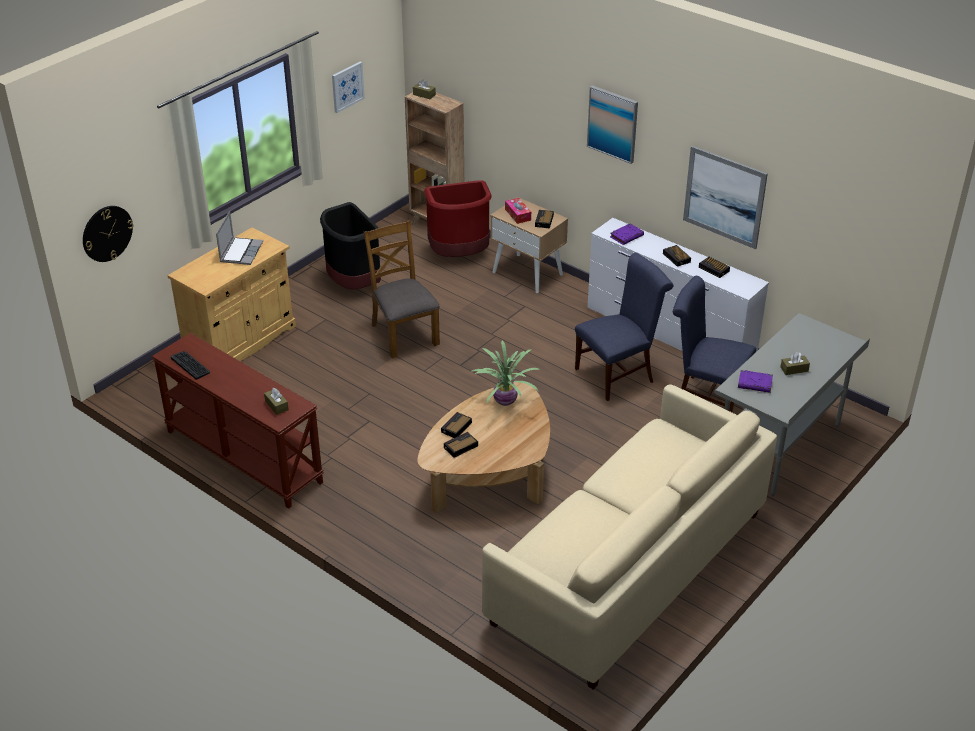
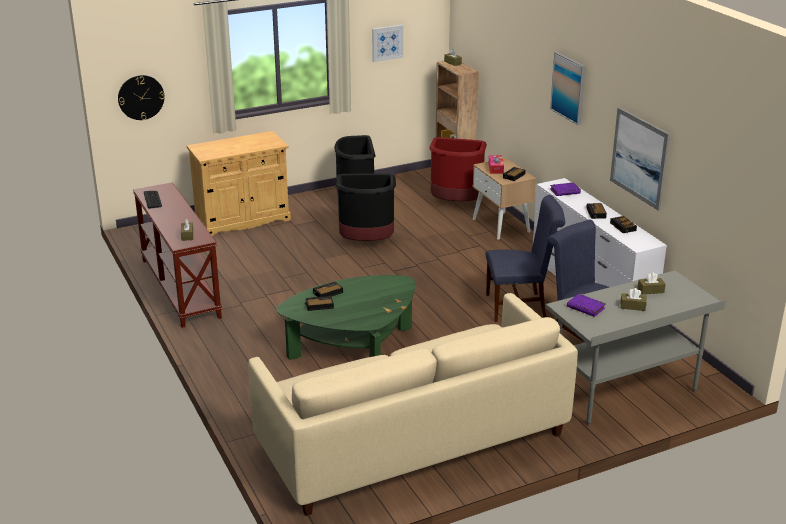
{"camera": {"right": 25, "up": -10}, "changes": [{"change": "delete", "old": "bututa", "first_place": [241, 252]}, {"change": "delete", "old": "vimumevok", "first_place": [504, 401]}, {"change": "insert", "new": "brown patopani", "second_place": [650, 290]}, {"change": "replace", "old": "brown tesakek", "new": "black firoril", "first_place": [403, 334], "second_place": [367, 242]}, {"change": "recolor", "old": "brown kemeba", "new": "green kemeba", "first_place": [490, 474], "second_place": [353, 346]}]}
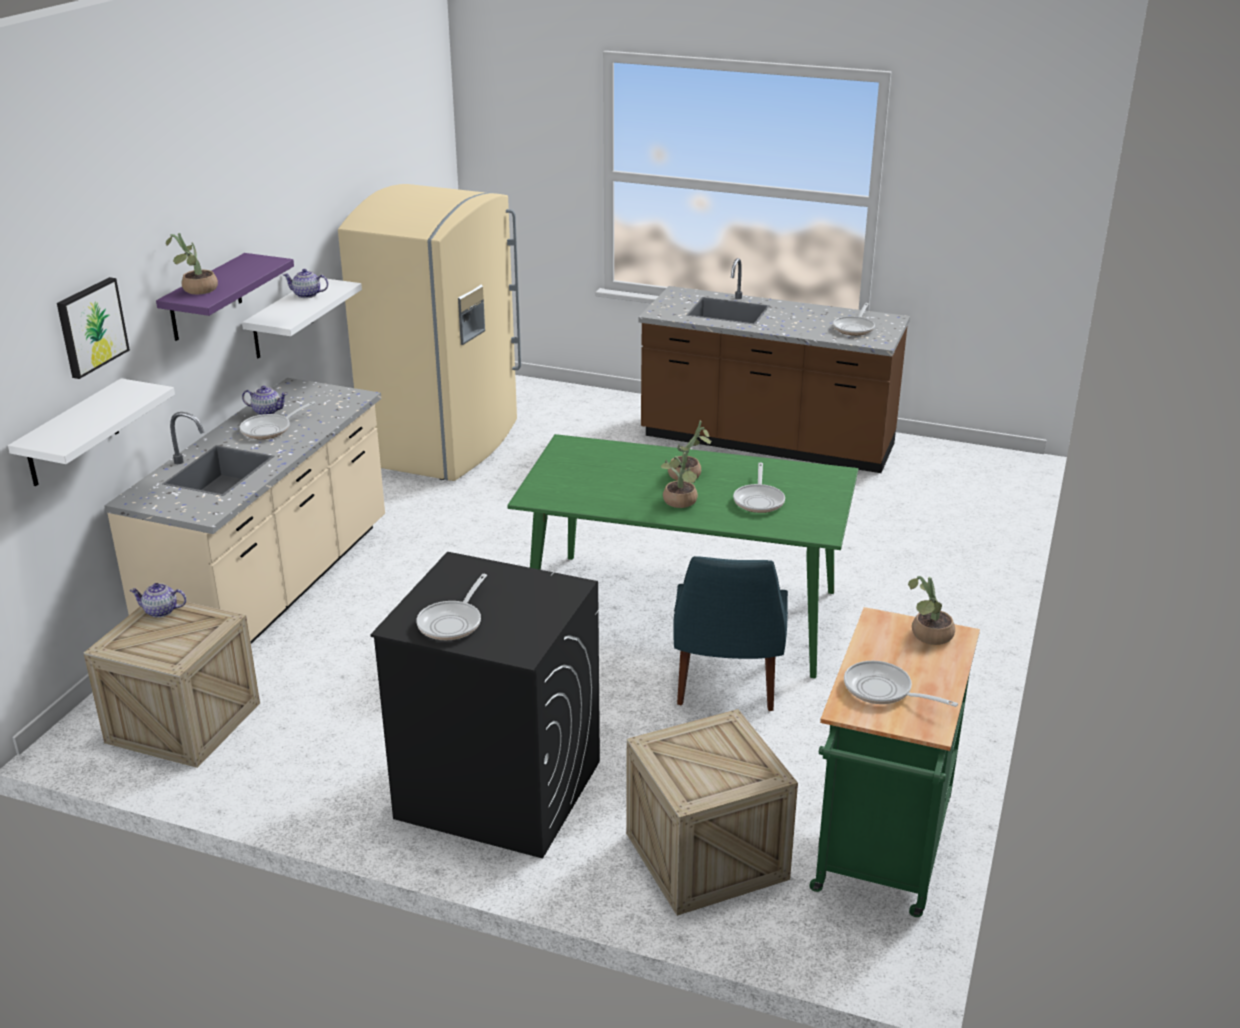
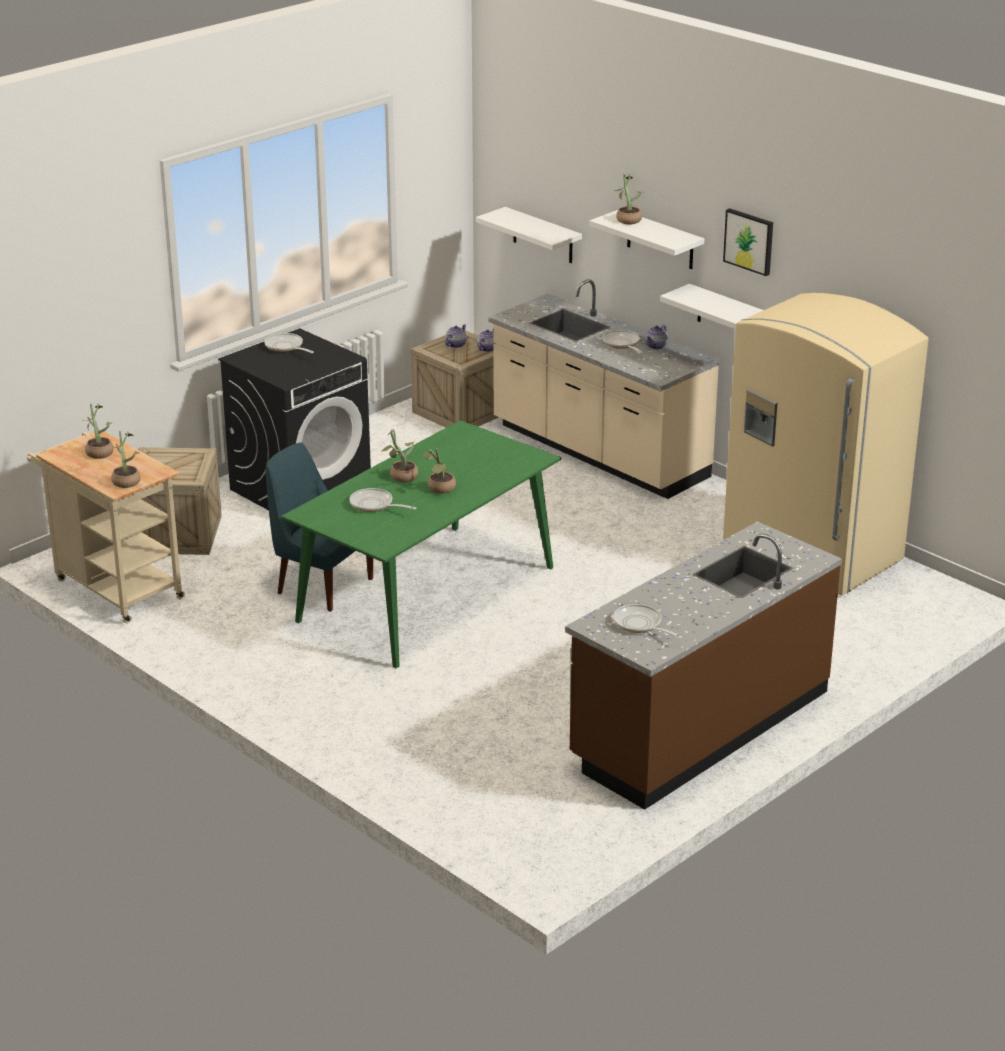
{"camera": {"right": 115, "up": 0}, "changes": [{"change": "move", "old": "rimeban", "first_place": [90, 327], "second_place": [749, 241]}, {"change": "move", "old": "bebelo", "first_place": [307, 295], "second_place": [455, 345]}, {"change": "replace", "old": "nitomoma", "new": "vimumevok", "first_place": [883, 691], "second_place": [99, 451]}, {"change": "recolor", "old": "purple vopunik", "new": "white vopunik", "first_place": [205, 298], "second_place": [660, 240]}, {"change": "recolor", "old": "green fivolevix", "new": "beige fivolevix", "first_place": [881, 855], "second_place": [114, 586]}]}
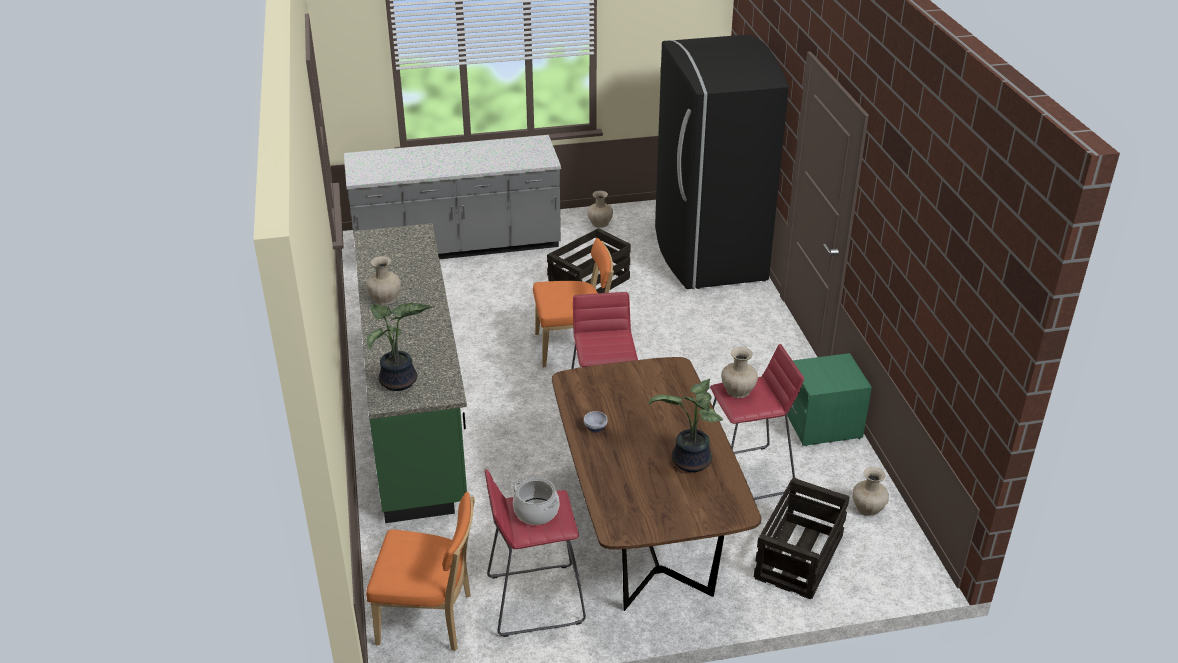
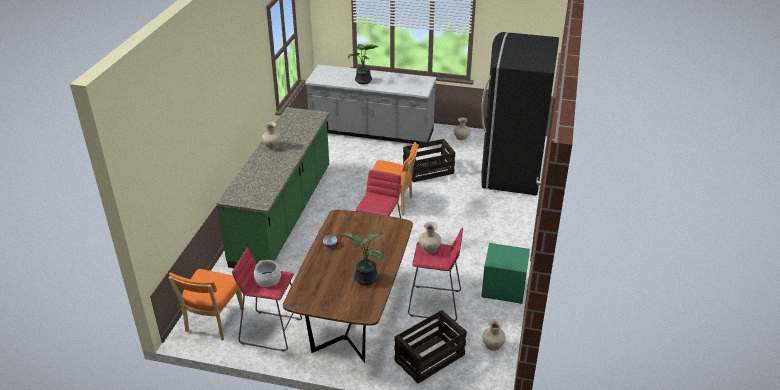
{"camera": {"right": 25, "up": 0}, "changes": [{"change": "move", "old": "vimumevok", "first_place": [399, 382], "second_place": [363, 81]}, {"change": "rotate", "old": "orange tesakek", "first_place": [430, 620], "second_place": [213, 322], "degrees": 75}]}
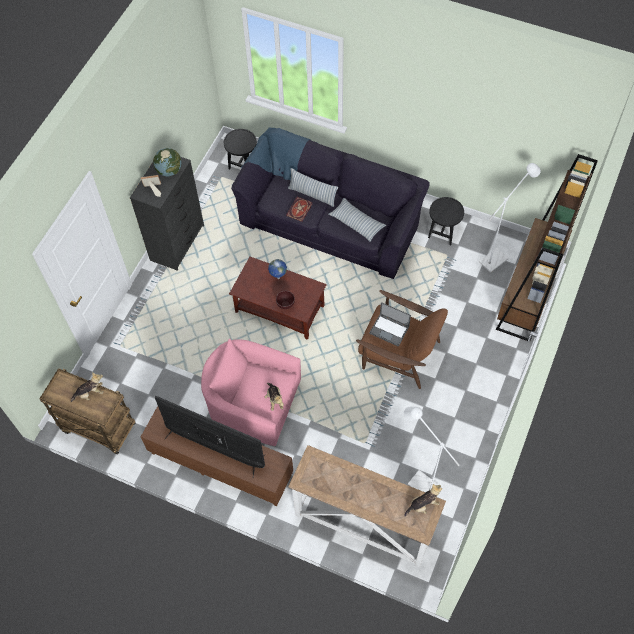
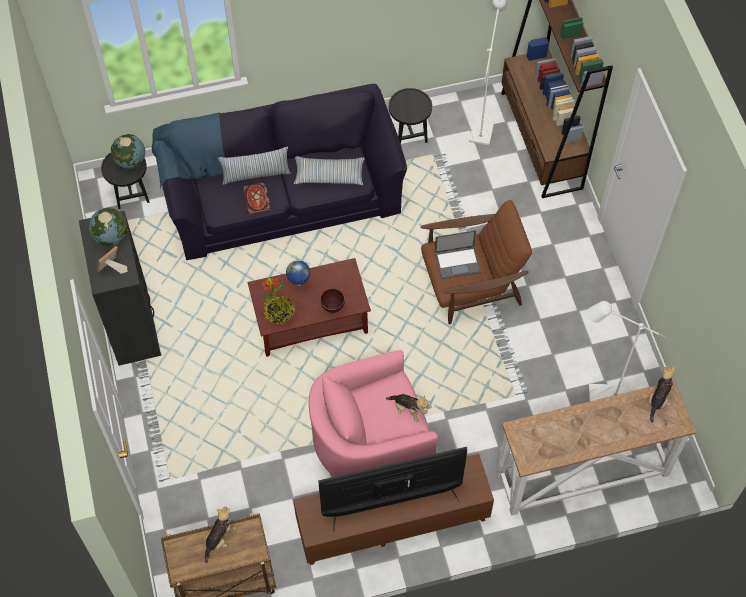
{"camera": {"right": -40, "up": 0}, "changes": [{"change": "insert", "new": "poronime", "second_place": [130, 161]}, {"change": "insert", "new": "vimumevok", "second_place": [279, 312]}]}
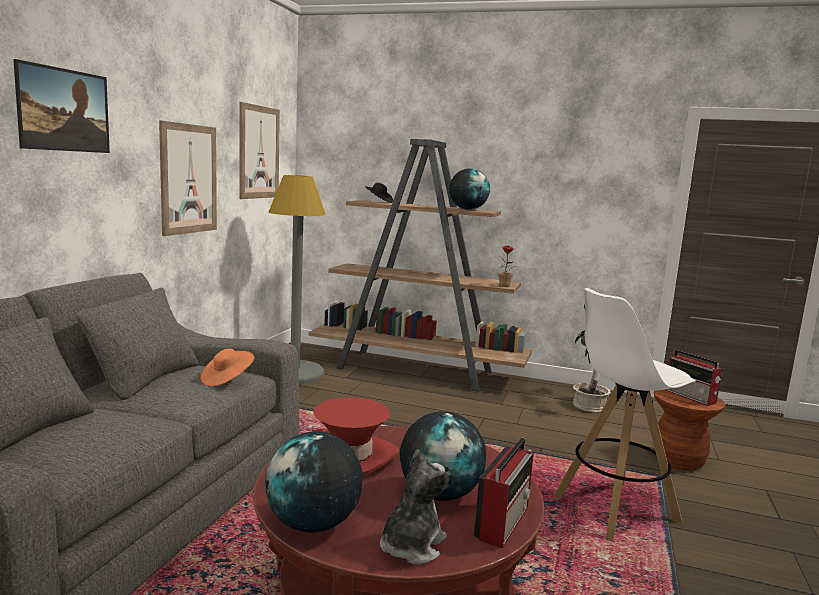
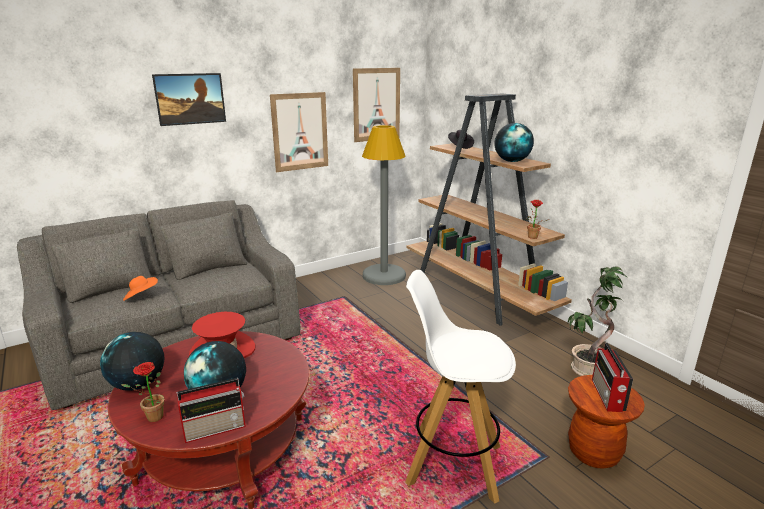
{"camera": {"right": 40, "up": 10}, "changes": [{"change": "move", "old": "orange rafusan", "first_place": [227, 380], "second_place": [141, 296]}, {"change": "replace", "old": "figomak", "new": "vimumevok", "first_place": [411, 546], "second_place": [151, 418]}]}
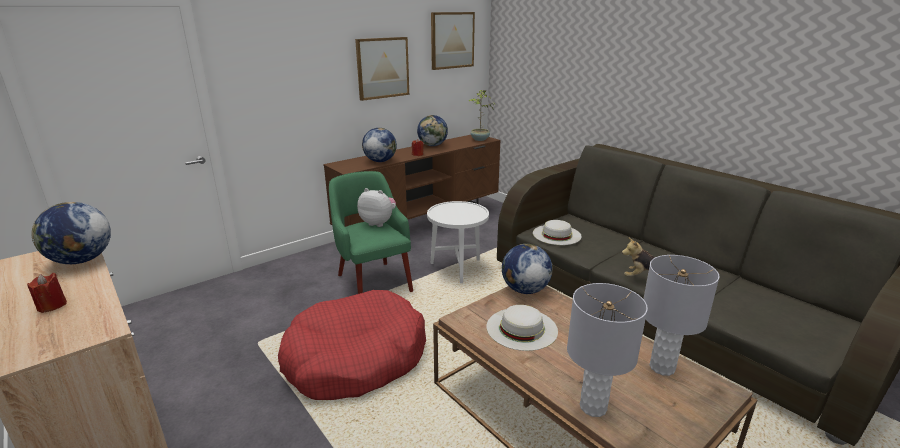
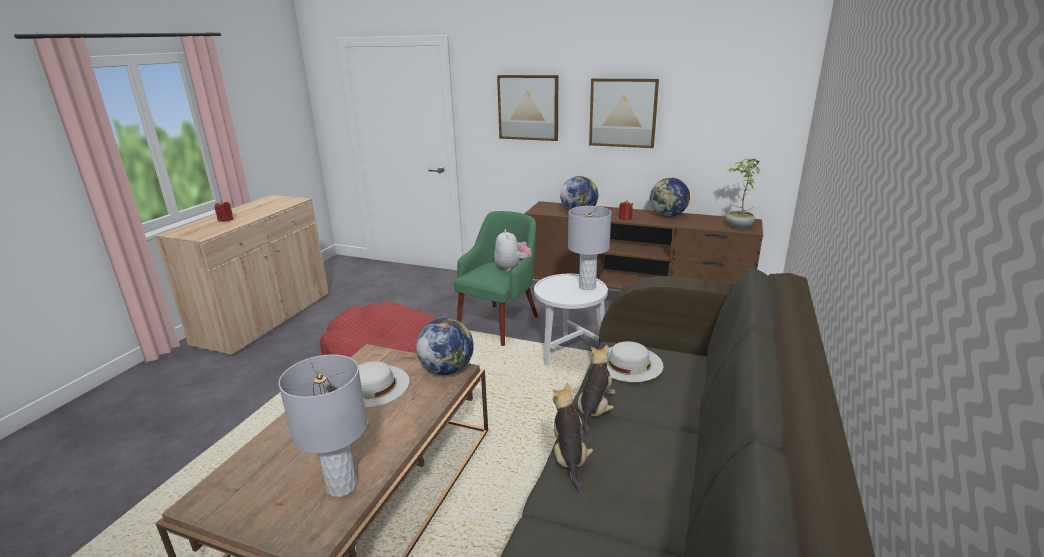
{"camera": {"right": 60, "up": 0}, "changes": [{"change": "delete", "old": "poronime", "first_place": [81, 260]}, {"change": "insert", "new": "figomak", "second_place": [595, 410]}, {"change": "move", "old": "rimeban", "first_place": [452, 40], "second_place": [528, 107]}, {"change": "move", "old": "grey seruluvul", "first_place": [593, 407], "second_place": [587, 287]}]}
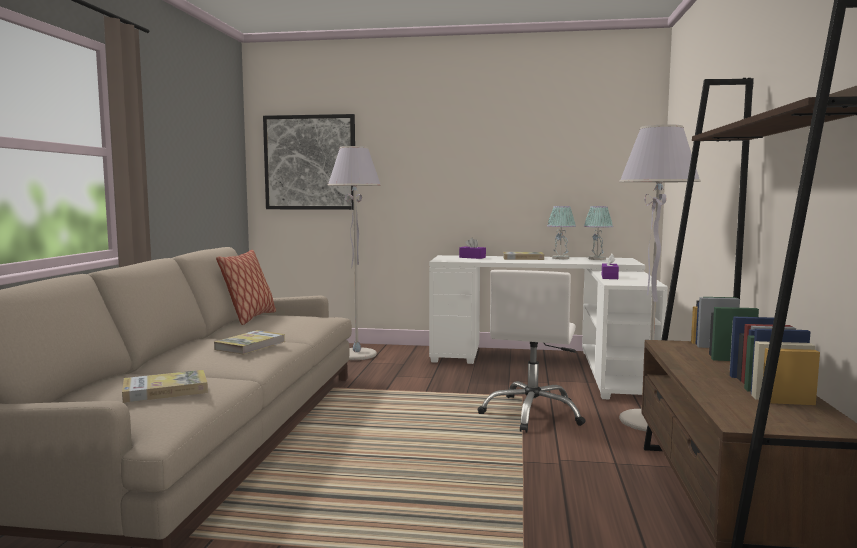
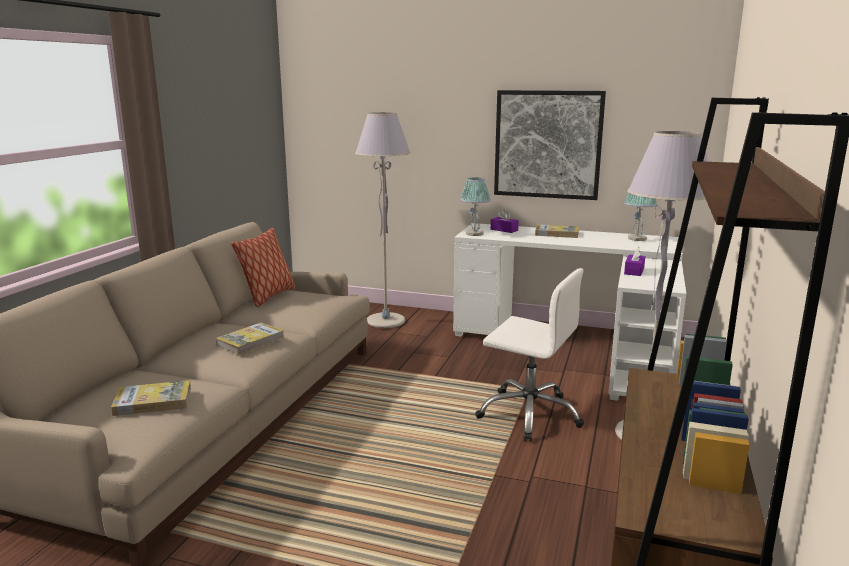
{"camera": {"right": 10, "up": 10}, "changes": [{"change": "move", "old": "rimeban", "first_place": [310, 162], "second_place": [547, 144]}, {"change": "move", "old": "seruluvul", "first_place": [560, 258], "second_place": [475, 234]}, {"change": "rotate", "old": "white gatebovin", "first_place": [532, 414], "second_place": [529, 414], "degrees": -90}]}
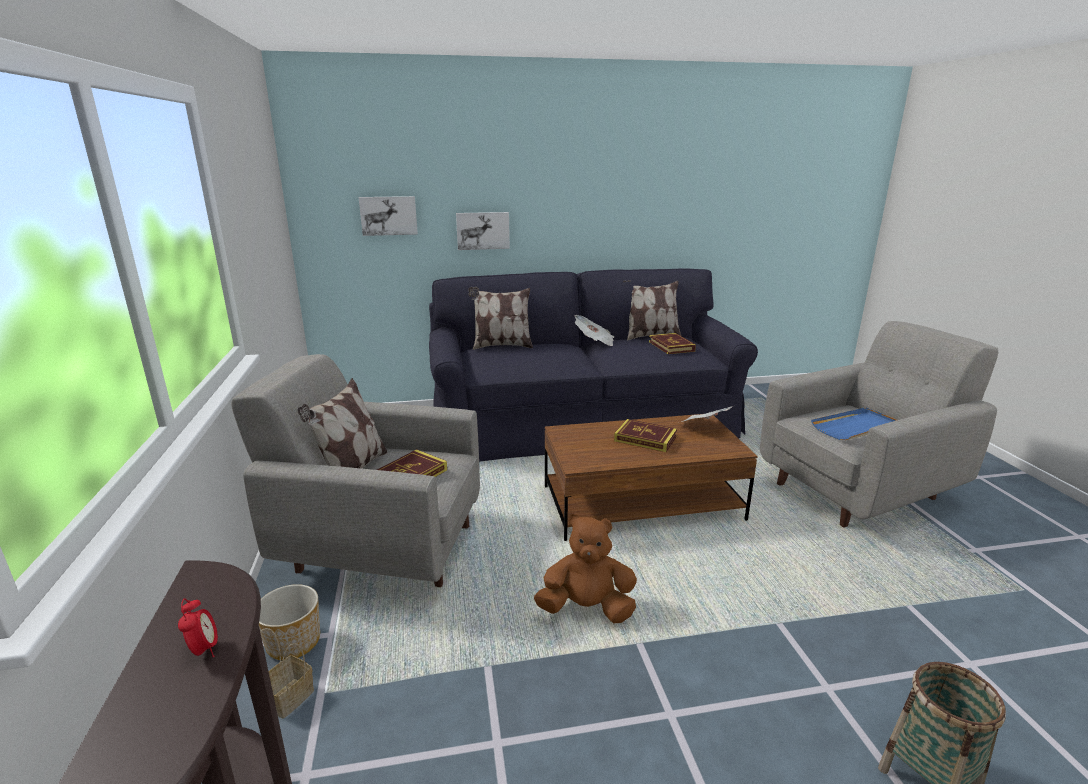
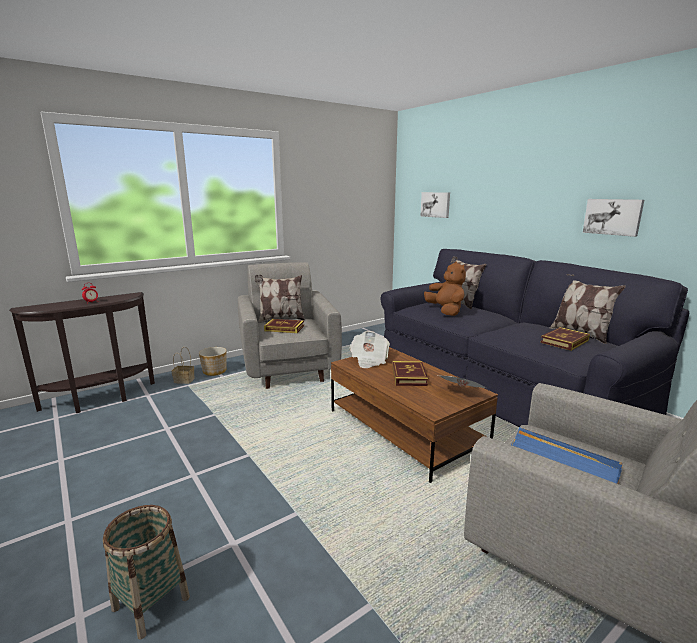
{"camera": {"right": 65, "up": -5}, "changes": [{"change": "move", "old": "rimeban", "first_place": [483, 230], "second_place": [613, 216]}, {"change": "move", "old": "brown figomak", "first_place": [587, 609], "second_place": [445, 311]}, {"change": "move", "old": "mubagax", "first_place": [594, 341], "second_place": [369, 360]}]}
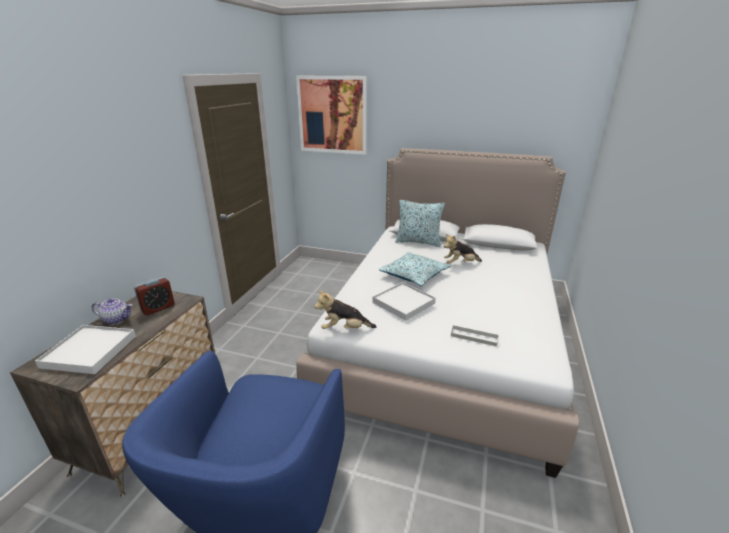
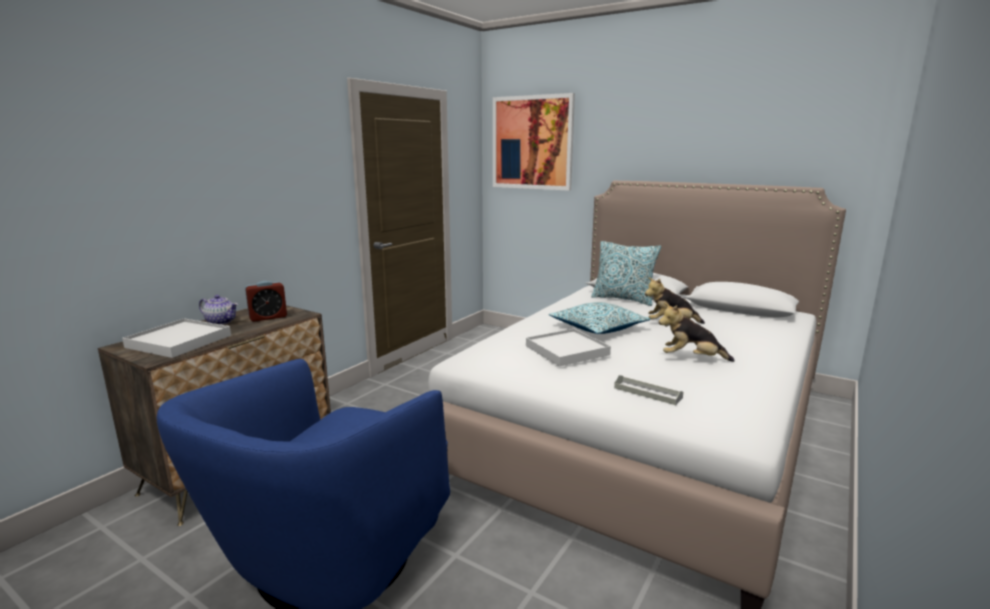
{"camera": {"right": 15, "up": -10}, "changes": [{"change": "move", "old": "figomak", "first_place": [344, 329], "second_place": [691, 359]}]}
